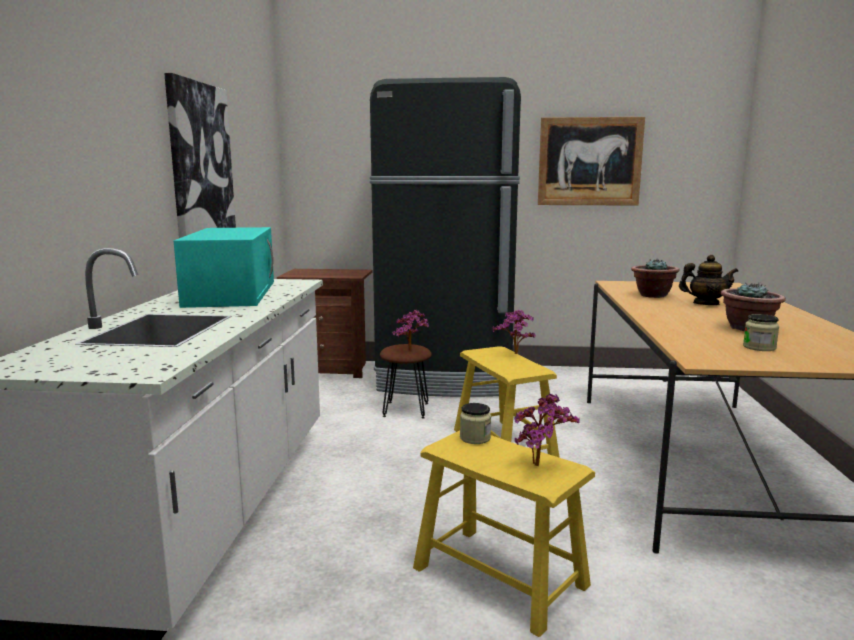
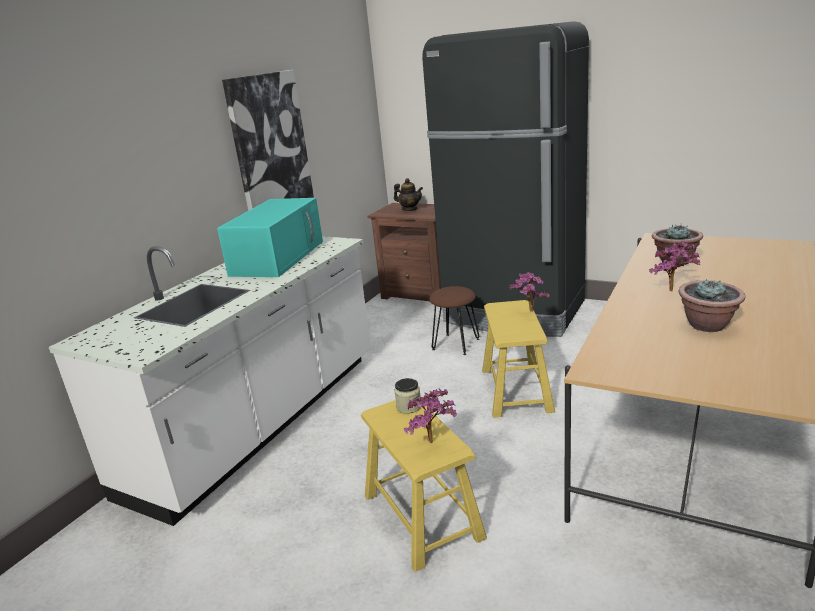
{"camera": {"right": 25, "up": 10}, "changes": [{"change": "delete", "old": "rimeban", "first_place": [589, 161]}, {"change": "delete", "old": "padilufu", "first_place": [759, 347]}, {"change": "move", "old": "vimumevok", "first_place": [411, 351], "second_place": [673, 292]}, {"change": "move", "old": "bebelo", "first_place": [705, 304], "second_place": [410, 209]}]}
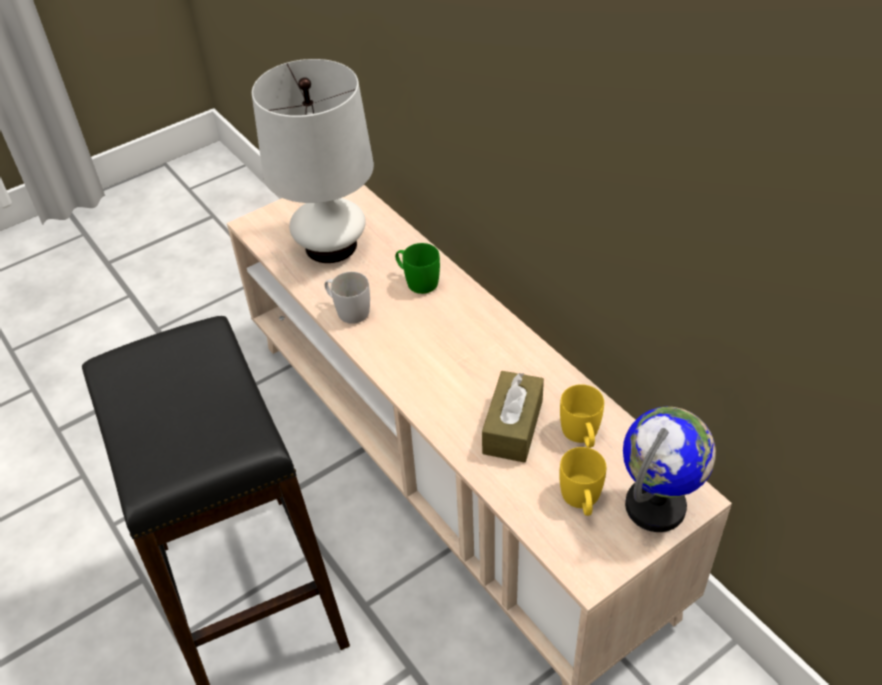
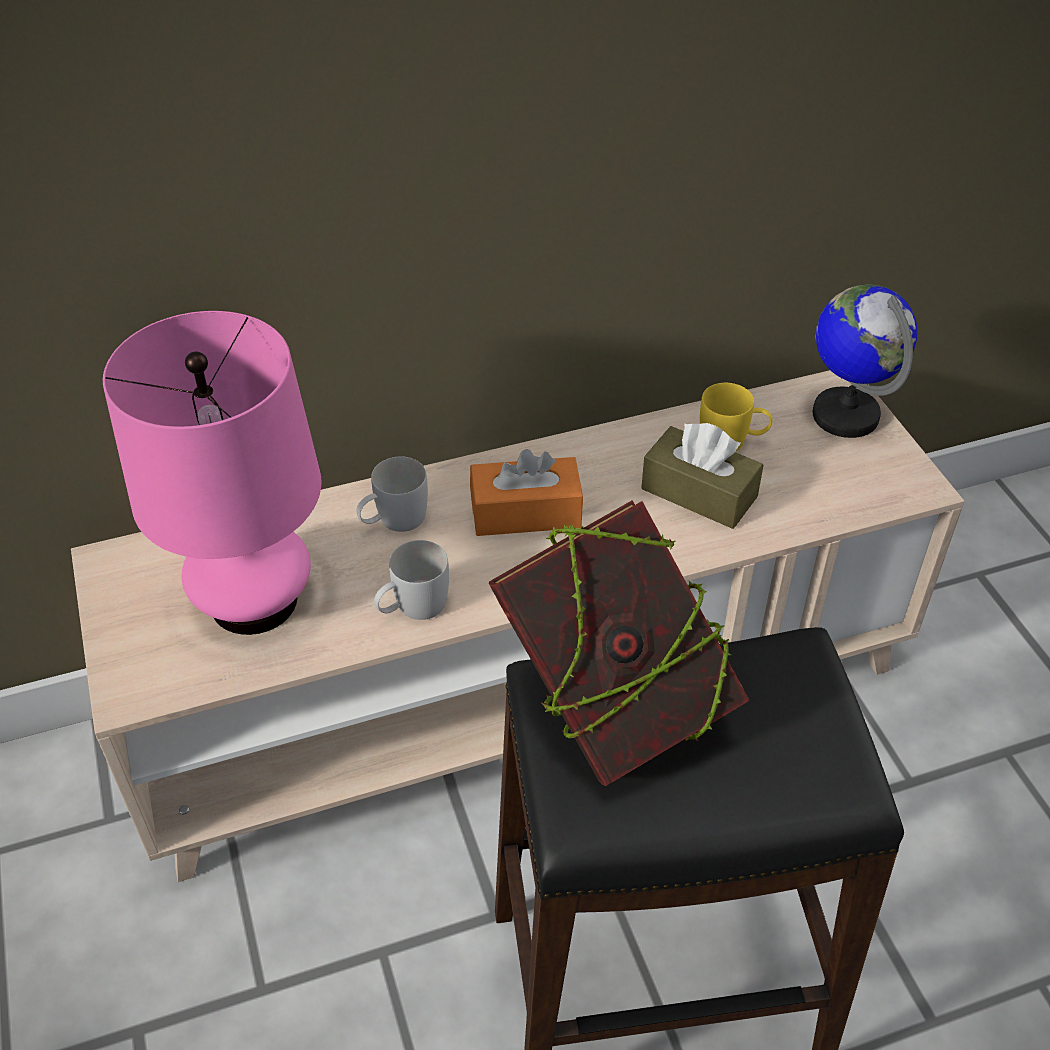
{"camera": {"right": -75, "up": 0}, "changes": [{"change": "delete", "old": "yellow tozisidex", "first_place": [581, 500]}, {"change": "insert", "new": "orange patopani", "second_place": [526, 512]}, {"change": "insert", "new": "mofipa", "second_place": [613, 708]}, {"change": "recolor", "old": "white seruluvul", "new": "pink seruluvul", "first_place": [331, 246], "second_place": [254, 601]}, {"change": "recolor", "old": "green tozisidex", "new": "white tozisidex", "first_place": [417, 281], "second_place": [393, 520]}]}
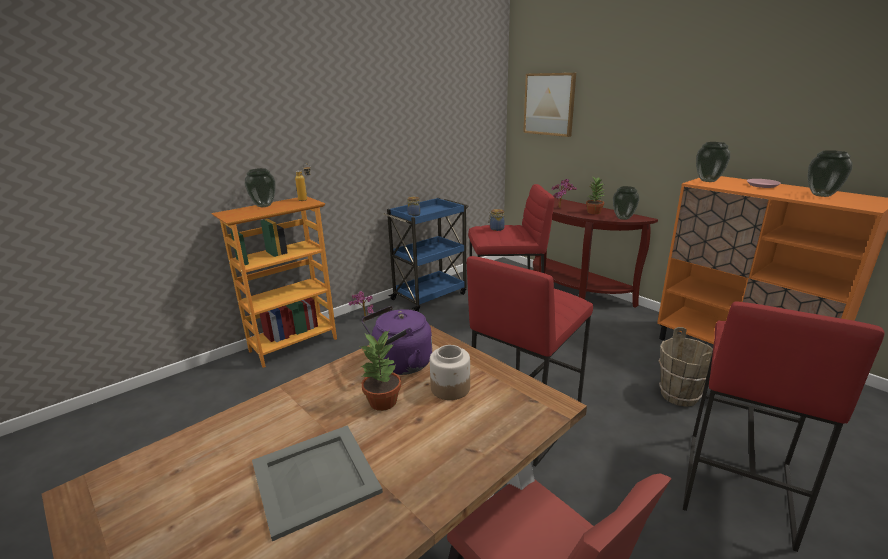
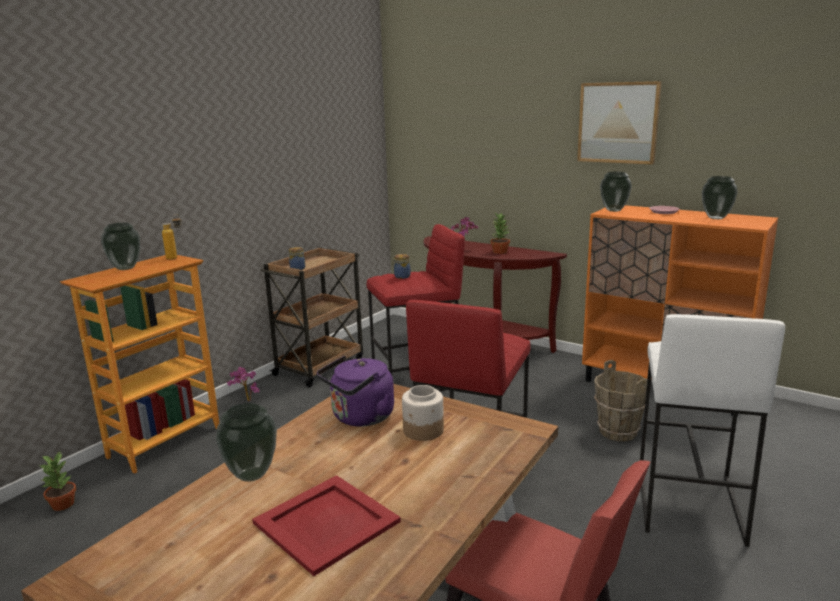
{"camera": {"right": -15, "up": -5}, "changes": [{"change": "move", "old": "vimumevok", "first_place": [383, 402], "second_place": [63, 504]}, {"change": "move", "old": "rimeban", "first_place": [549, 104], "second_place": [618, 122]}, {"change": "move", "old": "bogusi", "first_place": [623, 218], "second_place": [252, 474]}, {"change": "recolor", "old": "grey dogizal", "new": "red dogizal", "first_place": [314, 478], "second_place": [326, 523]}, {"change": "recolor", "old": "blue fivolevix", "new": "brown fivolevix", "first_place": [430, 296], "second_place": [320, 366]}, {"change": "recolor", "old": "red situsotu", "new": "white situsotu", "first_place": [735, 485], "second_place": [687, 503]}]}
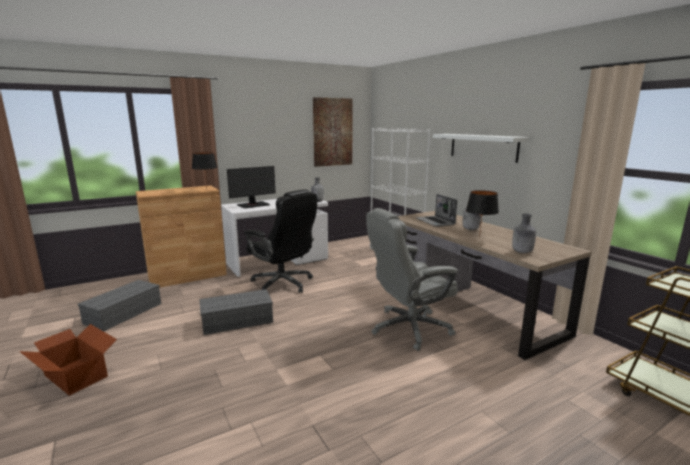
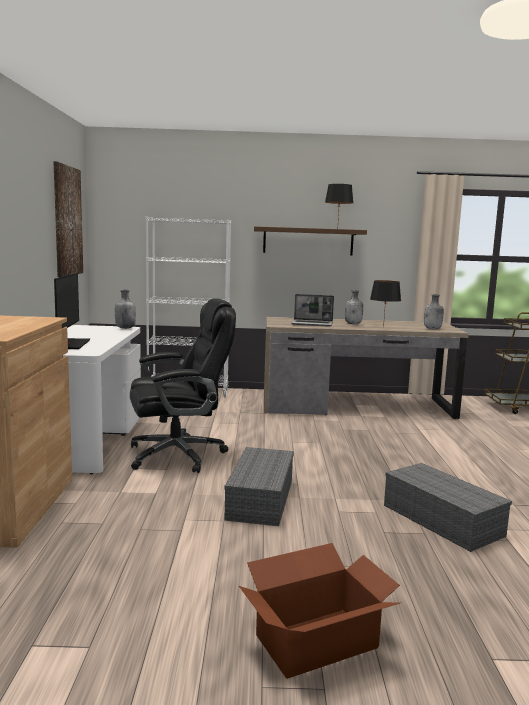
{"camera": {"right": -60, "up": -5}, "changes": [{"change": "delete", "old": "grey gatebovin", "first_place": [408, 328]}, {"change": "move", "old": "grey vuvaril", "first_place": [124, 312], "second_place": [440, 520]}, {"change": "move", "old": "black seruluvul", "first_place": [207, 189], "second_place": [337, 229]}, {"change": "recolor", "old": "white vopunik", "new": "brown vopunik", "first_place": [483, 147], "second_place": [308, 241]}]}
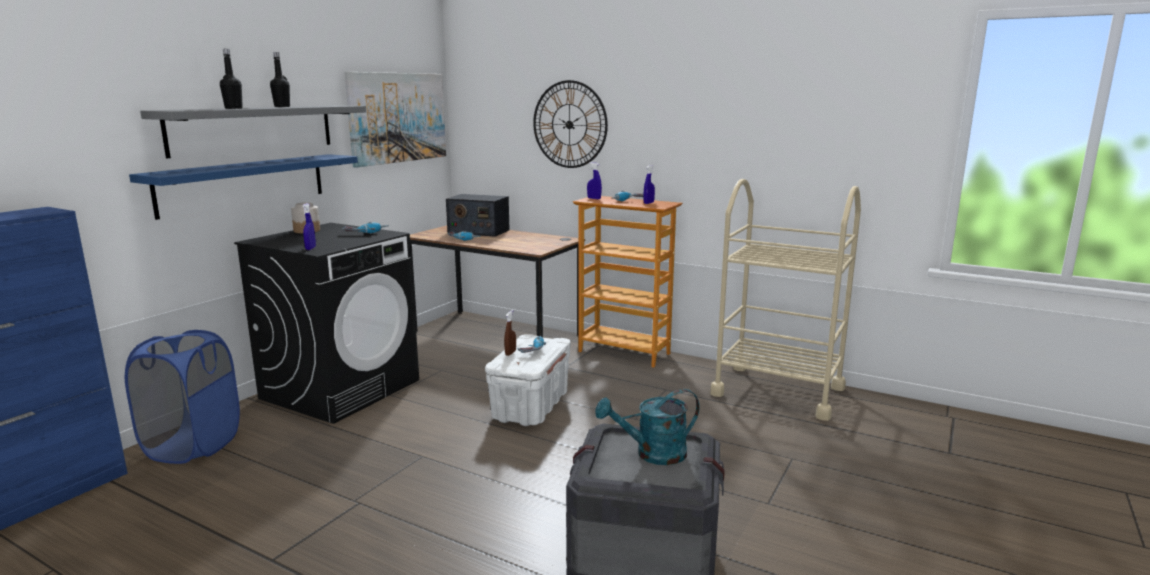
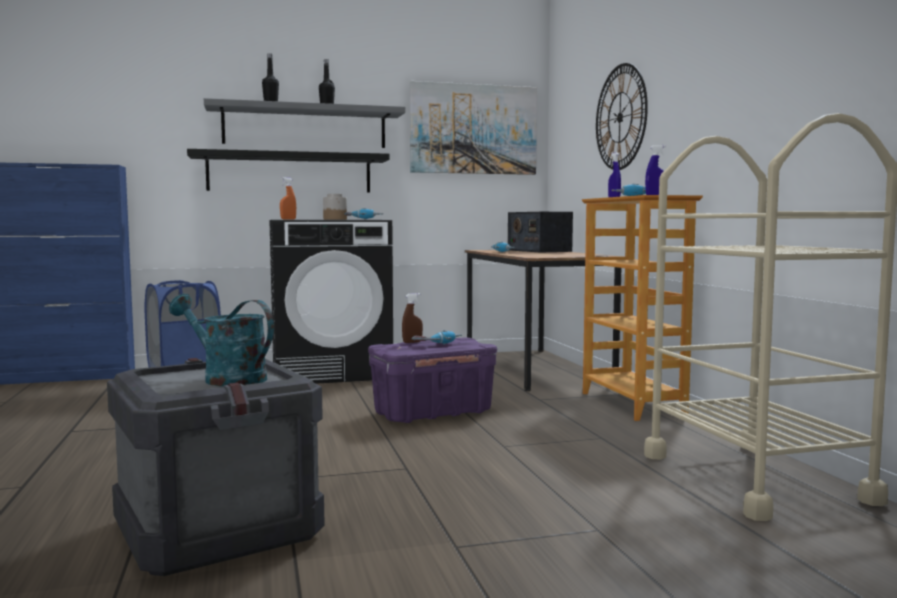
{"camera": {"right": 45, "up": -10}, "changes": [{"change": "recolor", "old": "blue vopunik", "new": "black vopunik", "first_place": [244, 184], "second_place": [290, 173]}, {"change": "recolor", "old": "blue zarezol", "new": "orange zarezol", "first_place": [310, 248], "second_place": [288, 219]}, {"change": "recolor", "old": "white vuvaril", "new": "purple vuvaril", "first_place": [531, 407], "second_place": [432, 413]}]}
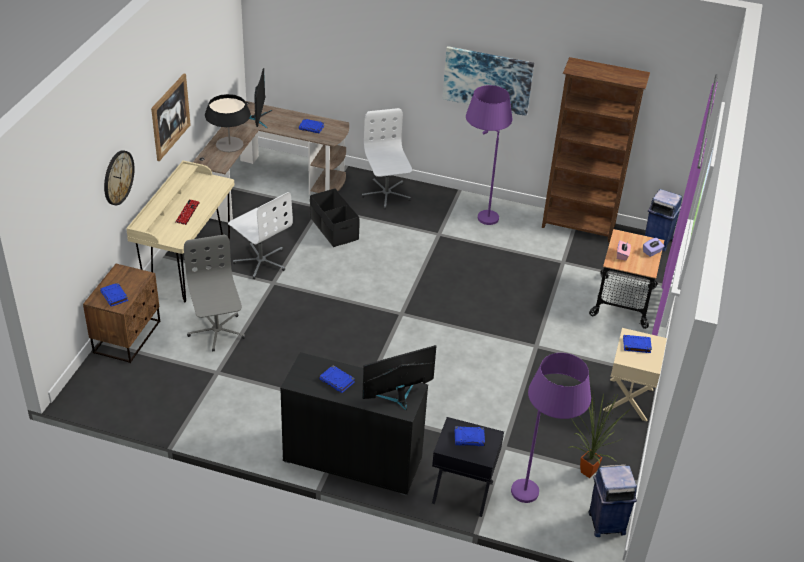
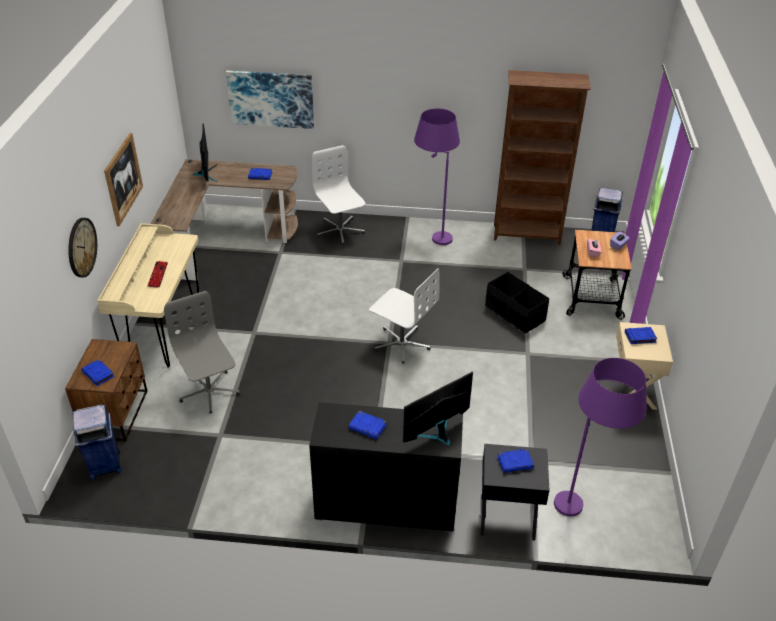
{"camera": {"right": -10, "up": 0}, "changes": [{"change": "delete", "old": "seruluvul", "first_place": [229, 144]}, {"change": "delete", "old": "vimumevok", "first_place": [586, 470]}, {"change": "move", "old": "white gatebovin", "first_place": [261, 261], "second_place": [401, 344]}, {"change": "move", "old": "black vuvaril", "first_place": [333, 229], "second_place": [514, 313]}, {"change": "move", "old": "rimeban", "first_place": [487, 80], "second_place": [271, 99]}, {"change": "move", "old": "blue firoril", "first_place": [605, 523], "second_place": [104, 464]}]}
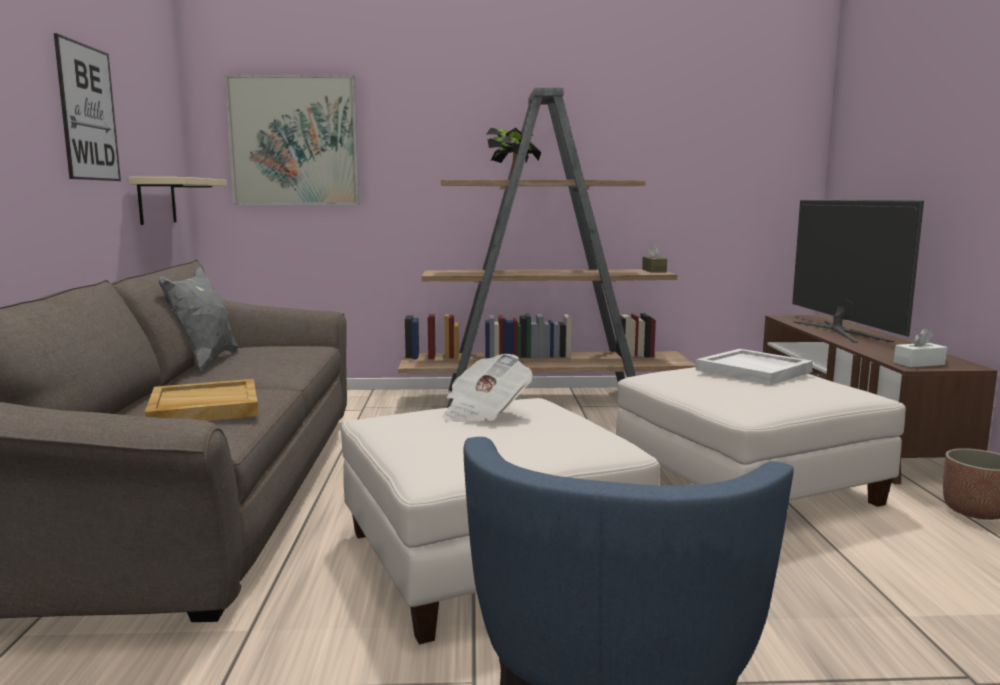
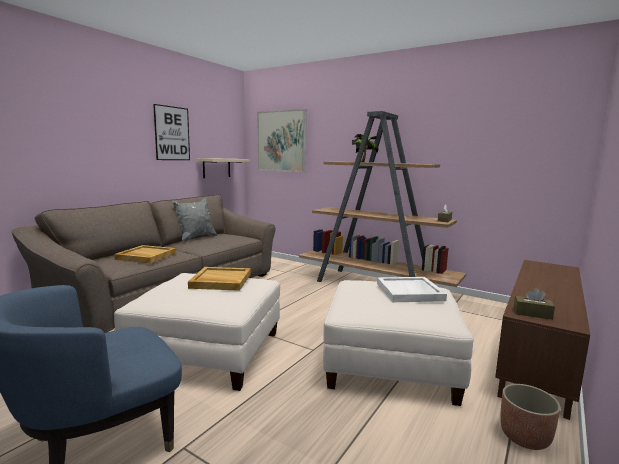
{"camera": {"right": 35, "up": 0}, "changes": [{"change": "delete", "old": "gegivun", "first_place": [840, 331]}, {"change": "replace", "old": "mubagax", "new": "beige dogizal", "first_place": [484, 412], "second_place": [220, 281]}, {"change": "recolor", "old": "white patopani", "new": "brown patopani", "first_place": [919, 363], "second_place": [532, 314]}]}
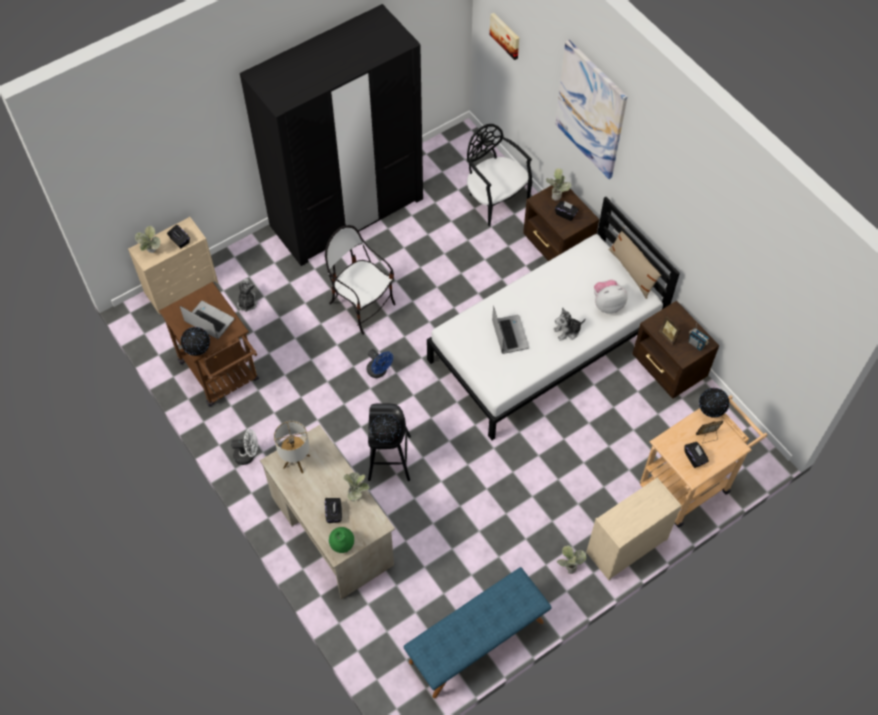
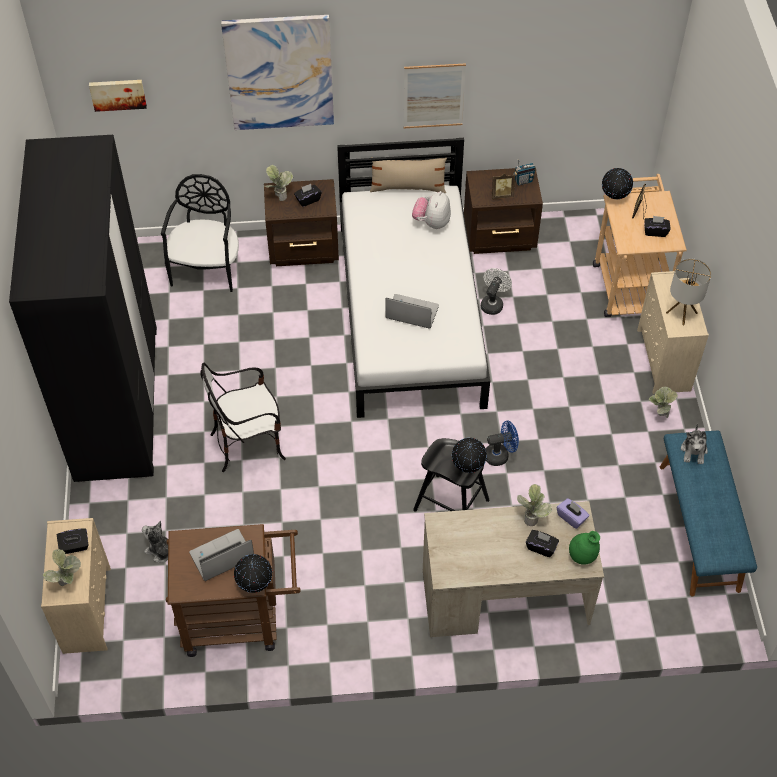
{"camera": {"right": -60, "up": -5}, "changes": [{"change": "insert", "new": "rimeban", "second_place": [433, 96]}, {"change": "insert", "new": "purple patopani", "second_place": [571, 517]}, {"change": "move", "old": "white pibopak", "first_place": [248, 455], "second_place": [493, 303]}, {"change": "move", "old": "seruluvul", "first_place": [296, 461], "second_place": [681, 312]}, {"change": "move", "old": "blue pibopak", "first_place": [379, 372], "second_place": [500, 455]}, {"change": "move", "old": "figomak", "first_place": [567, 331], "second_place": [694, 451]}, {"change": "rotate", "old": "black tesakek", "first_place": [495, 199], "second_place": [207, 268], "degrees": 105}]}
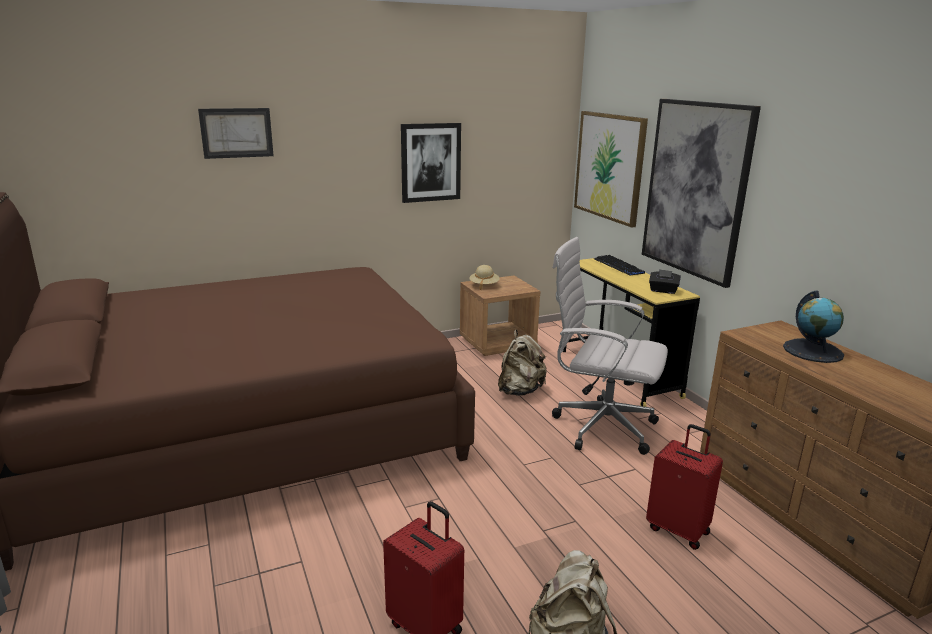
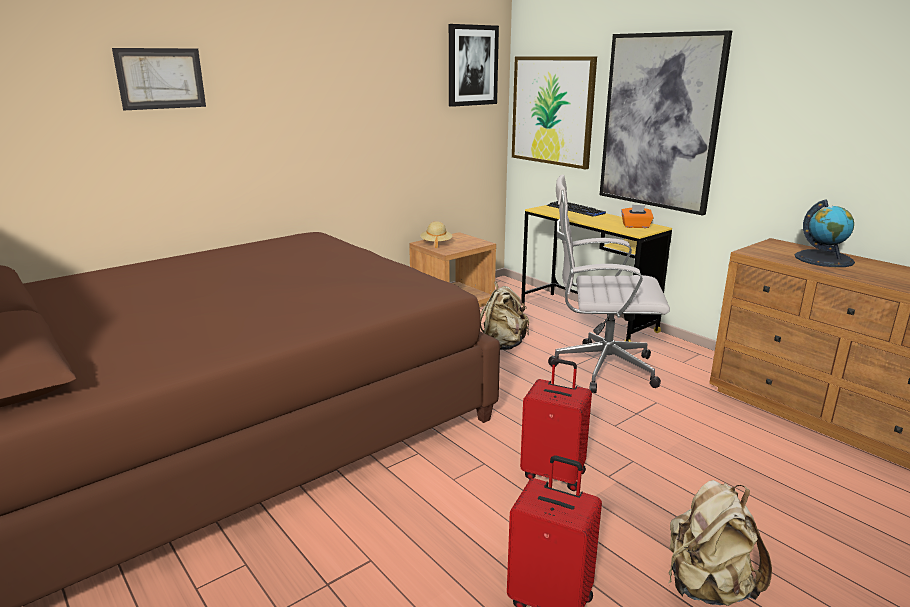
{"camera": {"right": -15, "up": 0}, "changes": [{"change": "move", "old": "rimeban", "first_place": [430, 162], "second_place": [472, 65]}, {"change": "move", "old": "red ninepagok", "first_place": [678, 529], "second_place": [554, 473]}, {"change": "recolor", "old": "black patopani", "new": "orange patopani", "first_place": [663, 291], "second_place": [636, 226]}]}
